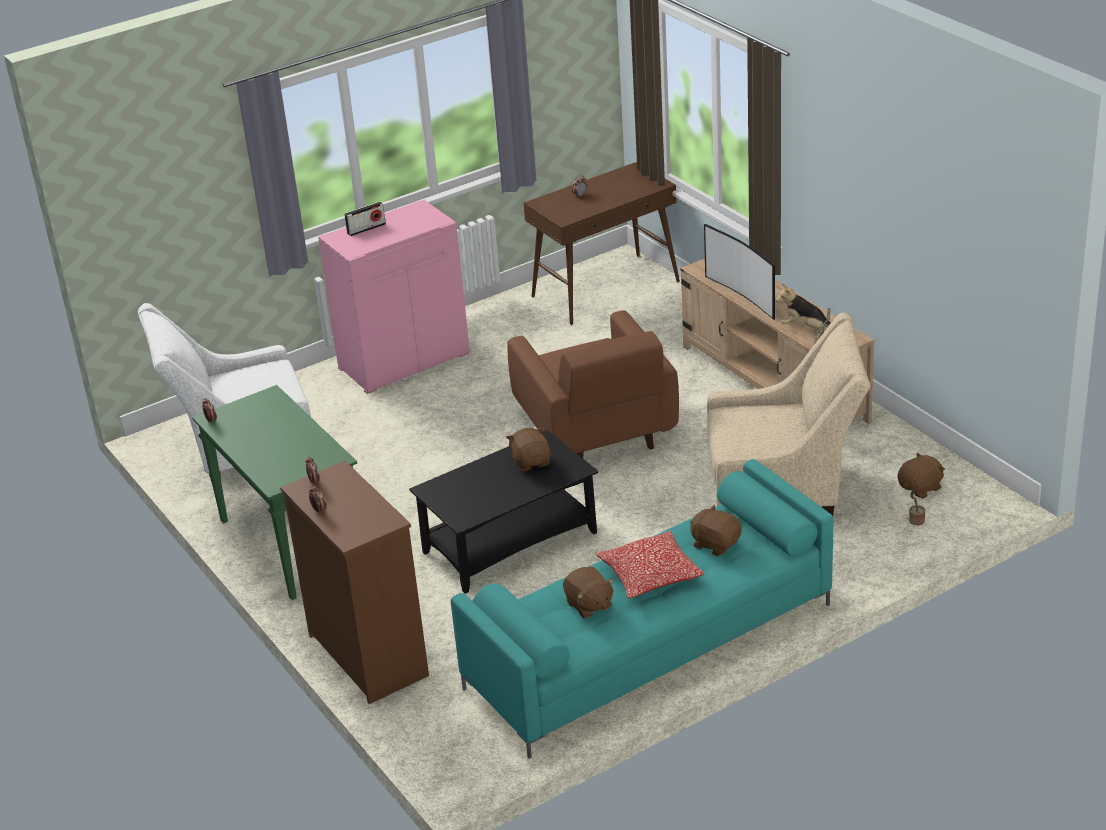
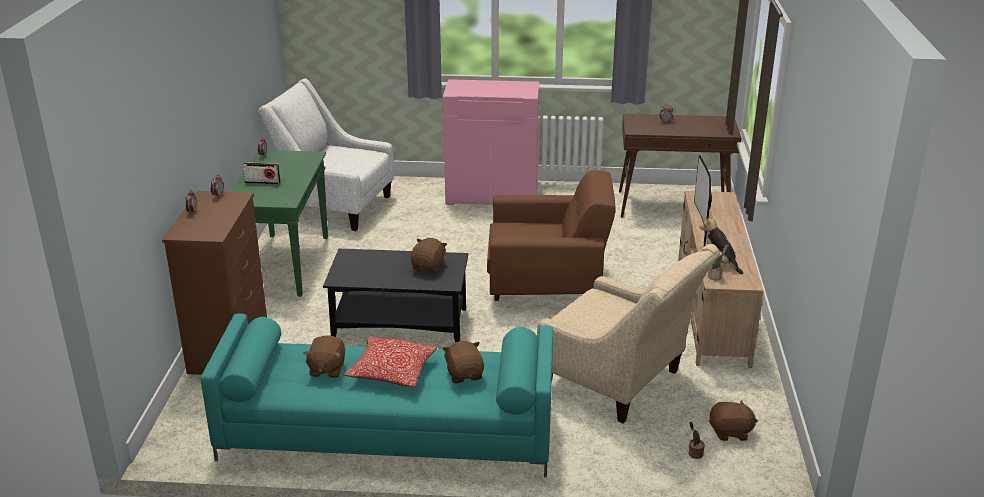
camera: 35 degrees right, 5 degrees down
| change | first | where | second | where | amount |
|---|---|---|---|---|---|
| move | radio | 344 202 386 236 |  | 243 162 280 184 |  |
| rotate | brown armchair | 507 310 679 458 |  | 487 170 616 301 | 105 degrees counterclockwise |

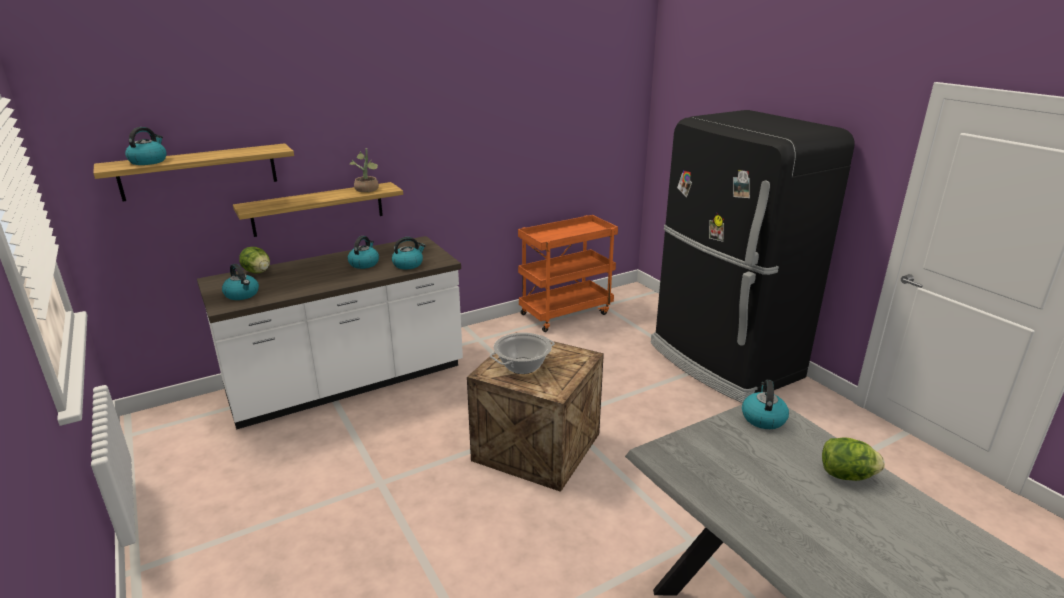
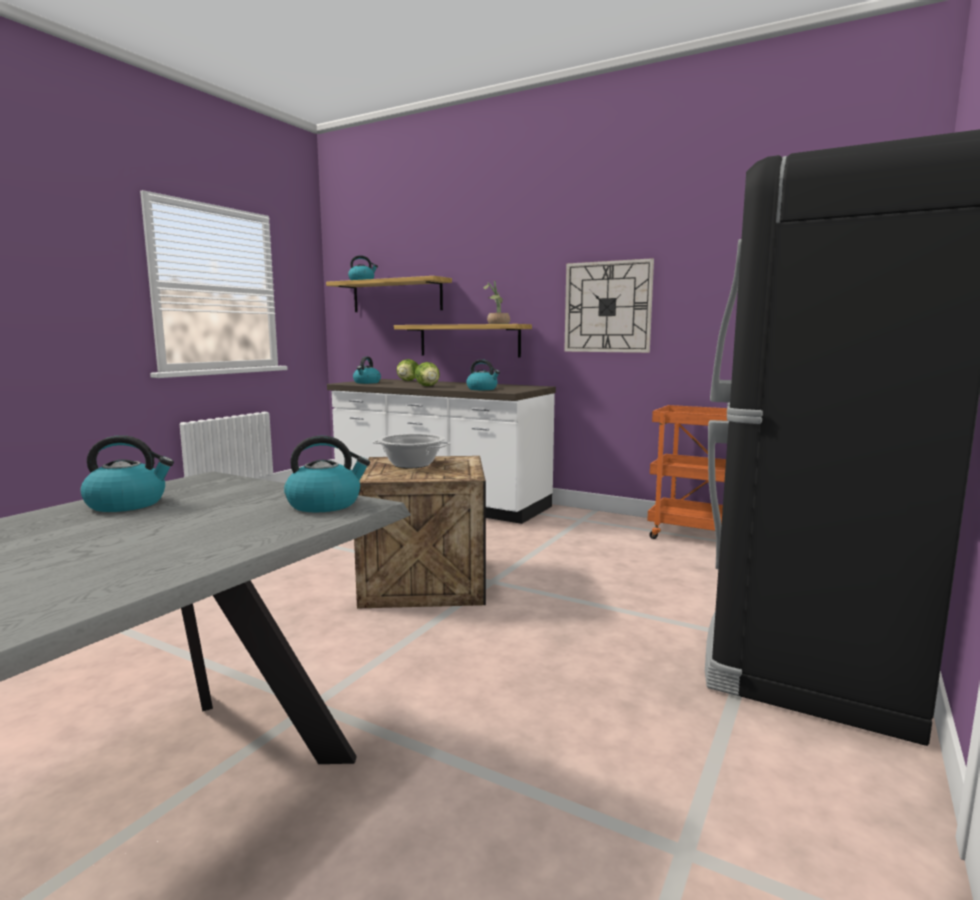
camera: 60 degrees right, 15 degrees down
| change | first | where | second | where | amount |
|---|---|---|---|---|---|
| move | kettle | 347 236 379 269 |  | 80 435 174 512 |  |
| move | lettuce | 822 438 885 481 |  | 415 362 440 386 |  |
| insert |  |  | wall clock | 564 258 654 353 |  |

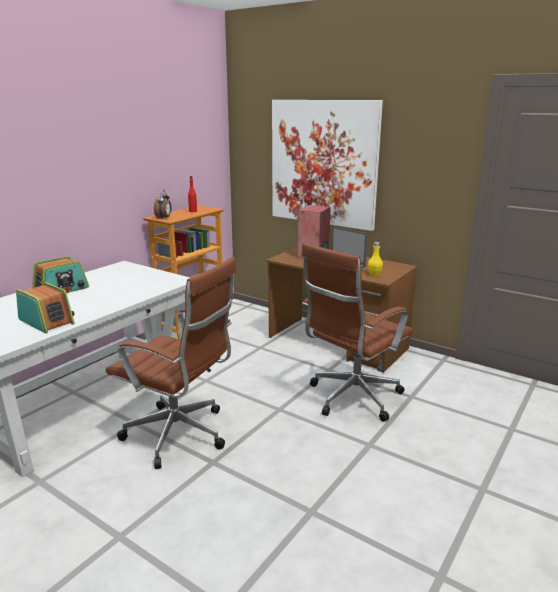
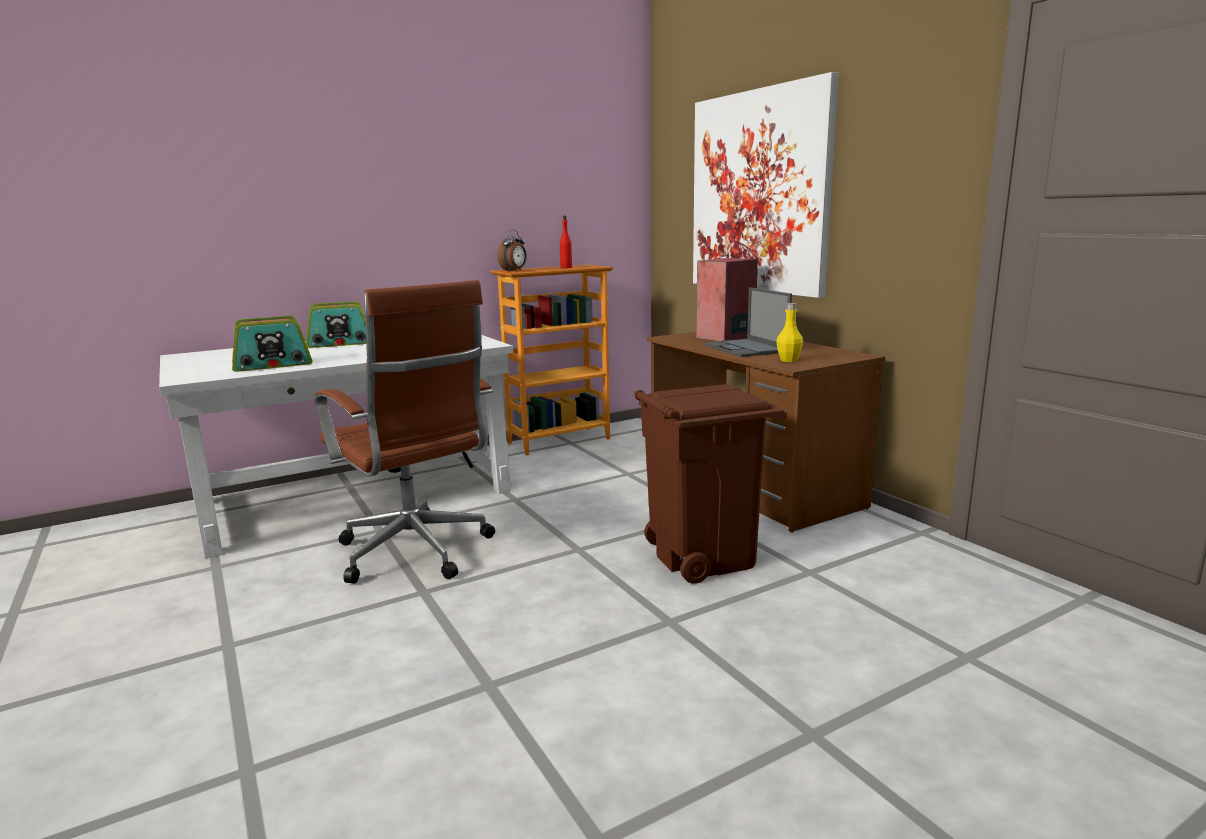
camera: 25 degrees right, 5 degrees down
| change | first | where | second | where | amount |
|---|---|---|---|---|---|
| rotate | radio | 16 282 75 334 |  | 232 316 312 372 | 90 degrees clockwise |
| replace | brown office chair | 301 242 413 422 | brown trash can | 634 384 787 584 |  |

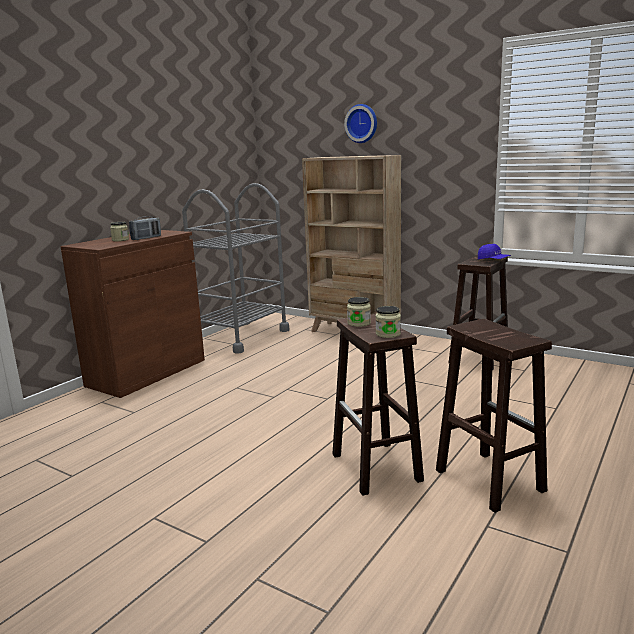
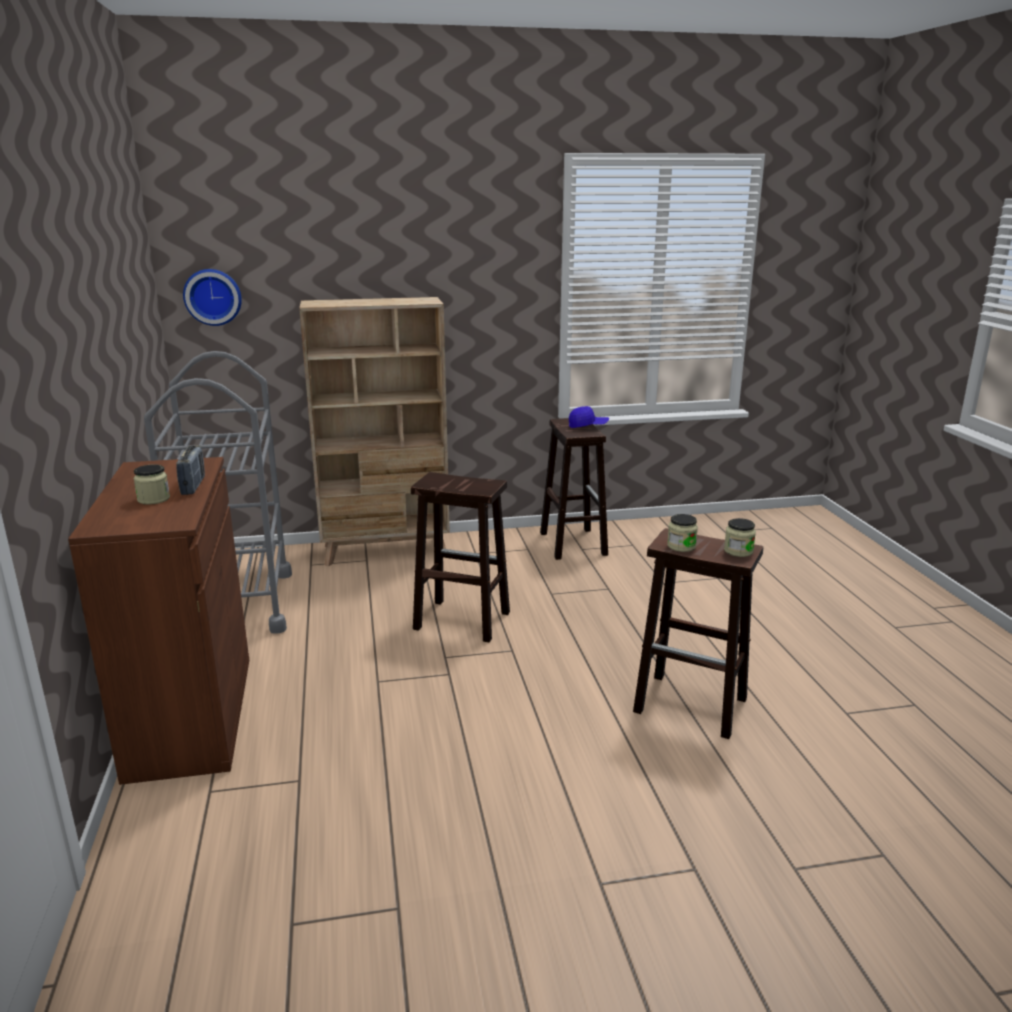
camera: 45 degrees left, 5 degrees up
| change | first | where | second | where | amount |
|---|---|---|---|---|---|
| move | wall clock | 344 104 377 143 |  | 183 269 242 326 |  |
| move | brown stool | 436 319 552 513 |  | 411 472 510 643 |  |

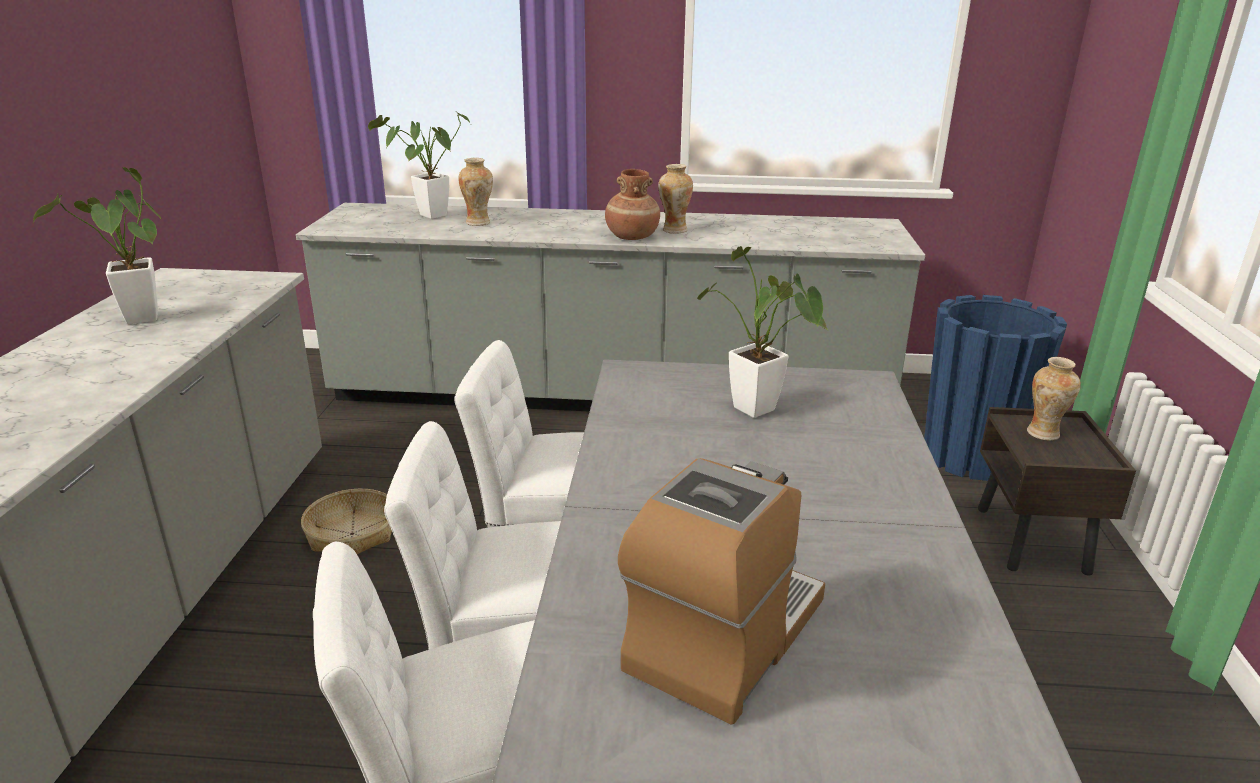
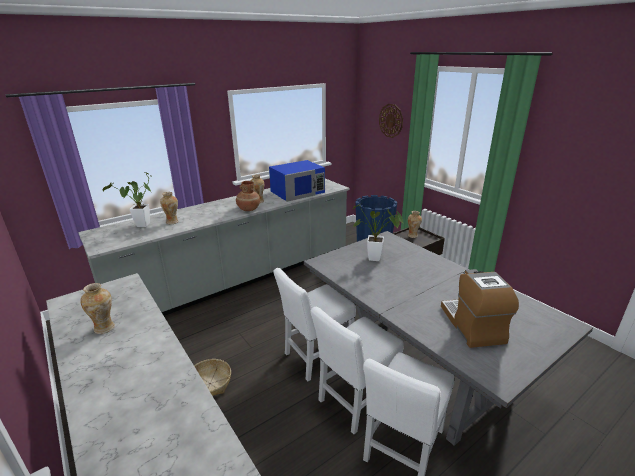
camera: 40 degrees left, 0 degrees up
| change | first | where | second | where | amount |
|---|---|---|---|---|---|
| replace | potted plant | 33 167 163 324 | vase | 80 283 115 334 |  |
| insert |  |  | blue microwave | 269 160 325 202 |  |
| insert |  |  | wall clock | 379 104 403 138 |  |

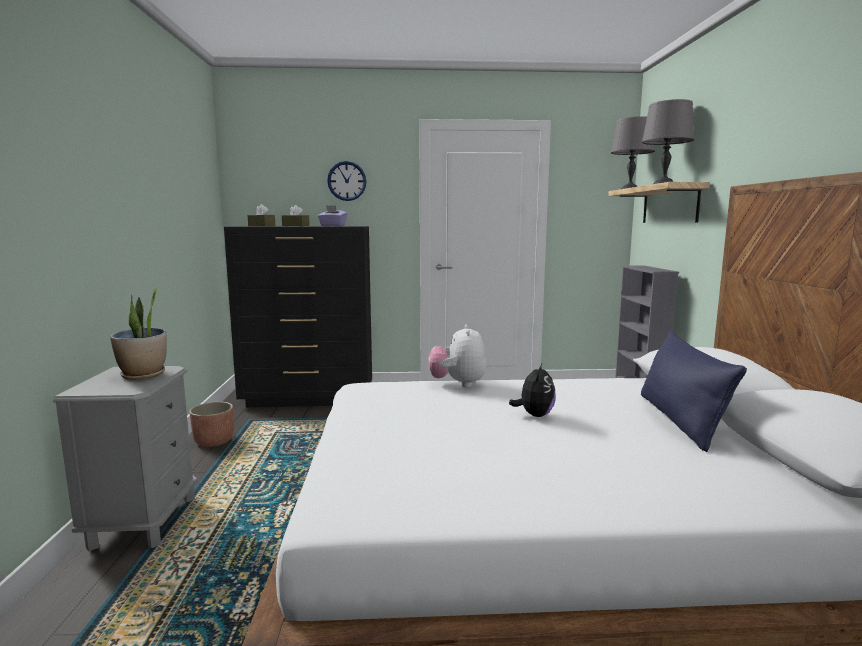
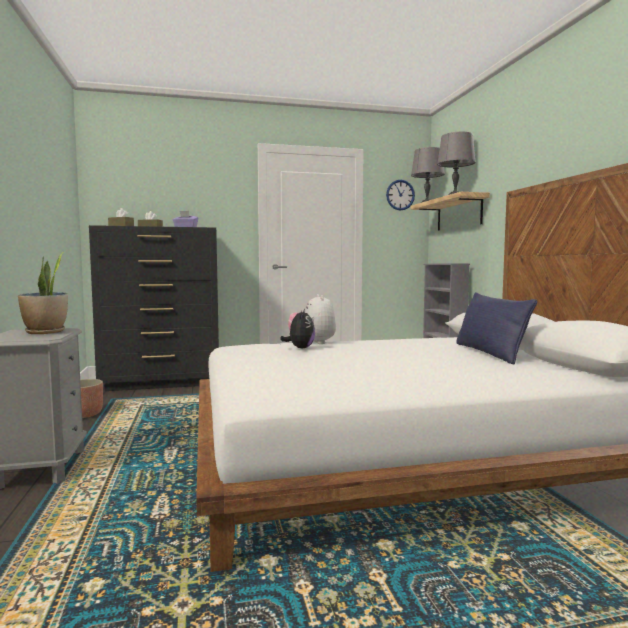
camera: 10 degrees left, 5 degrees down
| change | first | where | second | where | amount |
|---|---|---|---|---|---|
| move | wall clock | 327 161 366 201 |  | 386 180 415 211 |  |
| move | plush toy | 509 363 556 417 |  | 280 309 315 348 |  |

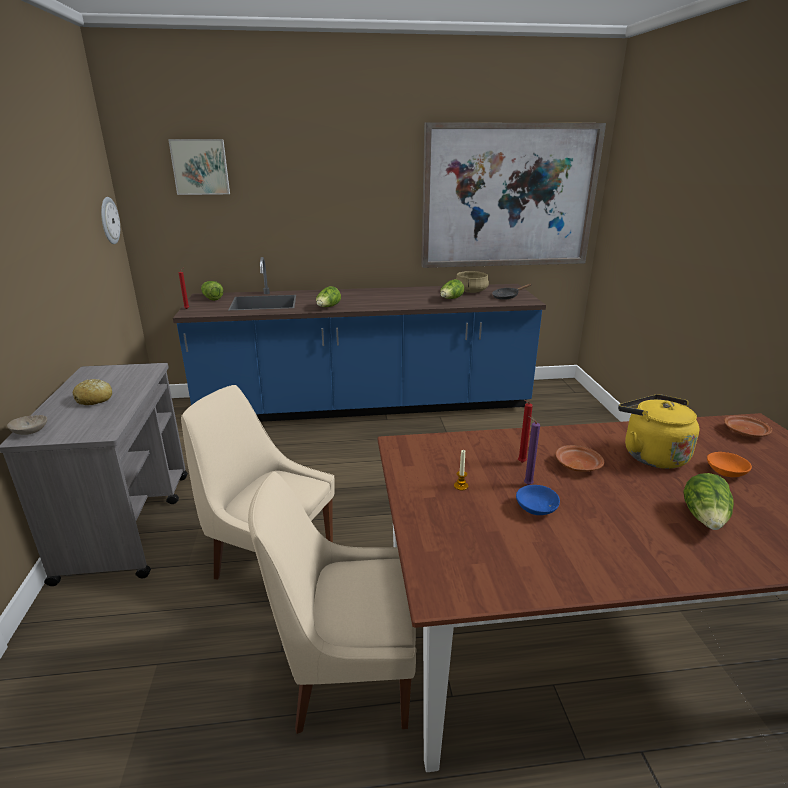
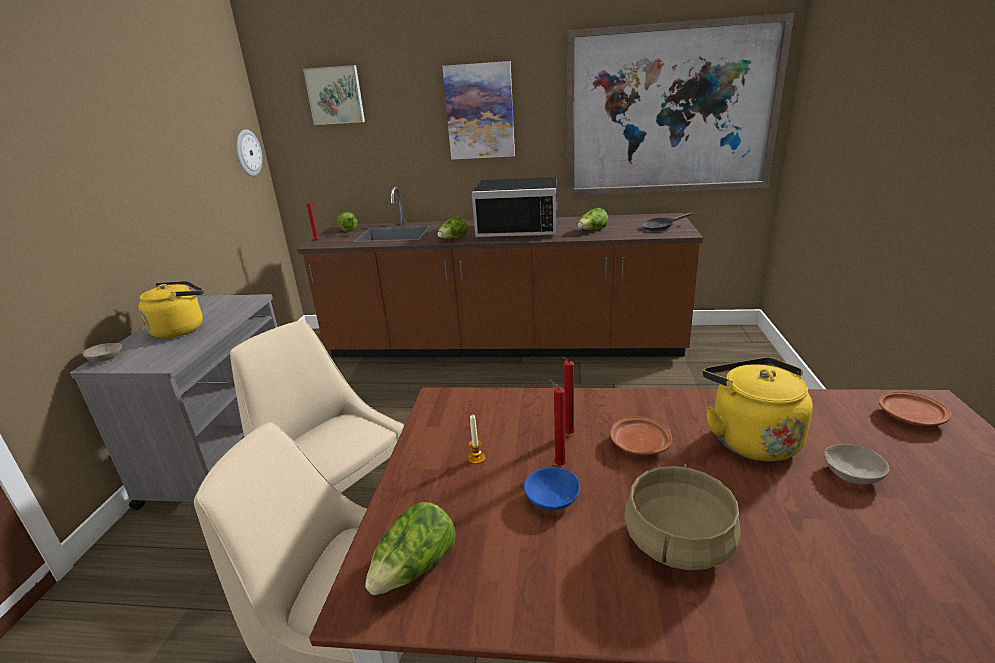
camera: 15 degrees right, 0 degrees up
| change | first | where | second | where | amount |
|---|---|---|---|---|---|
| replace | bread | 73 379 112 405 | yellow kettle | 138 281 203 338 |  |
| recolor | blue counter | 173 257 546 422 | brown counter | 297 186 703 357 |  |
| move | beige cooking pot | 456 271 489 293 |  | 624 464 741 570 |  |
| recolor | purple candle | 524 416 540 485 | red candle | 548 379 566 465 |  |
| move | lettuce | 683 473 734 530 |  | 365 502 455 595 |  |
| recolor | orange bowl | 707 452 752 477 | beige bowl | 824 444 889 484 |  |
| insert |  |  | picture | 442 61 515 160 |  |
| insert |  |  | black microwave | 472 177 557 237 |  |

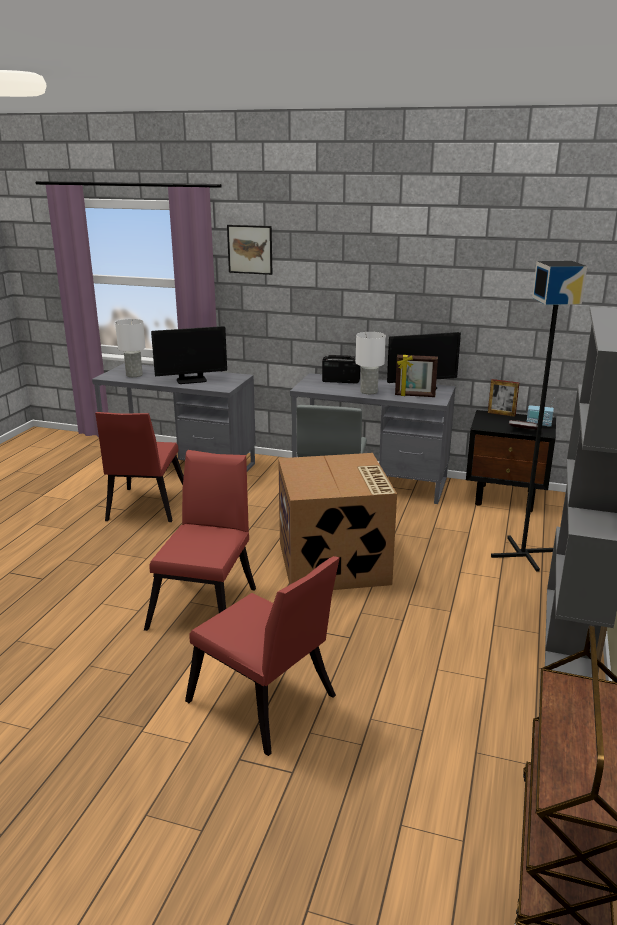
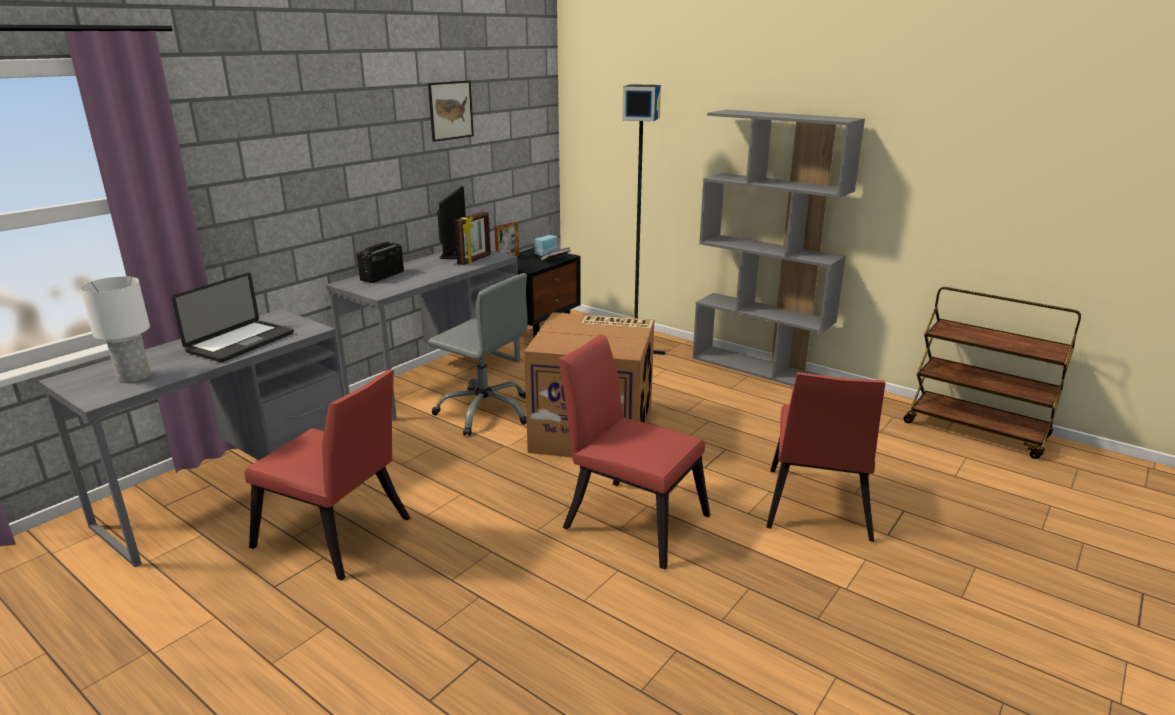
camera: 70 degrees left, 0 degrees up
| change | first | where | second | where | amount |
|---|---|---|---|---|---|
| replace | monitor | 151 326 227 384 | laptop | 172 273 294 362 |  |
| rotate | red chair | 185 556 340 756 |  | 766 372 886 542 | 135 degrees clockwise |
| move | picture | 227 225 272 275 |  | 428 81 474 142 |  |
| delete | white table lamp | 355 332 386 394 |  |  |  |

